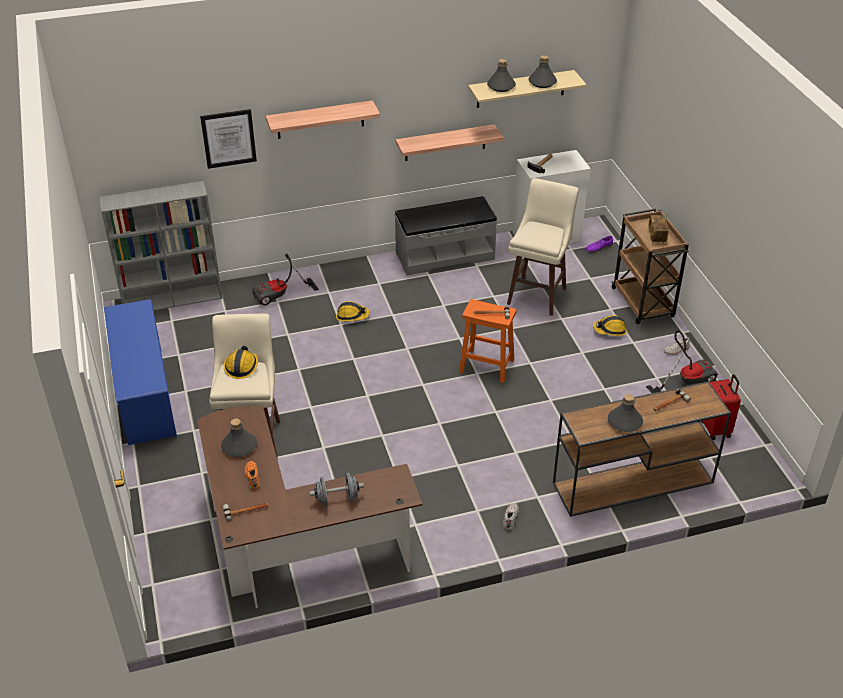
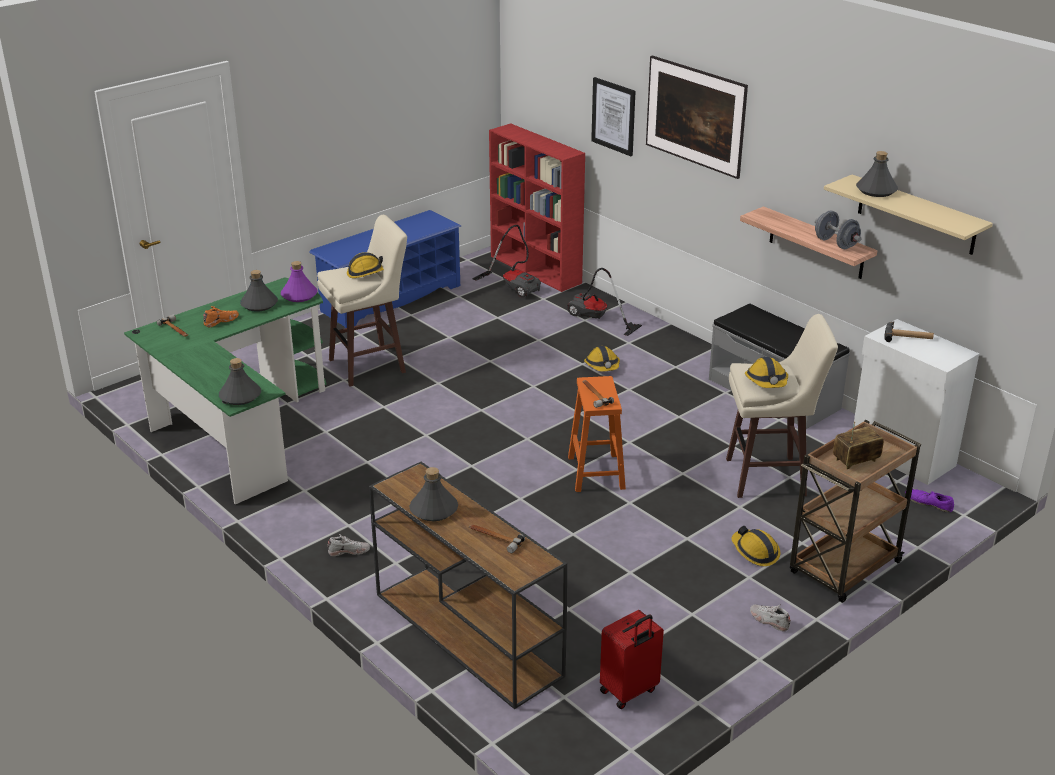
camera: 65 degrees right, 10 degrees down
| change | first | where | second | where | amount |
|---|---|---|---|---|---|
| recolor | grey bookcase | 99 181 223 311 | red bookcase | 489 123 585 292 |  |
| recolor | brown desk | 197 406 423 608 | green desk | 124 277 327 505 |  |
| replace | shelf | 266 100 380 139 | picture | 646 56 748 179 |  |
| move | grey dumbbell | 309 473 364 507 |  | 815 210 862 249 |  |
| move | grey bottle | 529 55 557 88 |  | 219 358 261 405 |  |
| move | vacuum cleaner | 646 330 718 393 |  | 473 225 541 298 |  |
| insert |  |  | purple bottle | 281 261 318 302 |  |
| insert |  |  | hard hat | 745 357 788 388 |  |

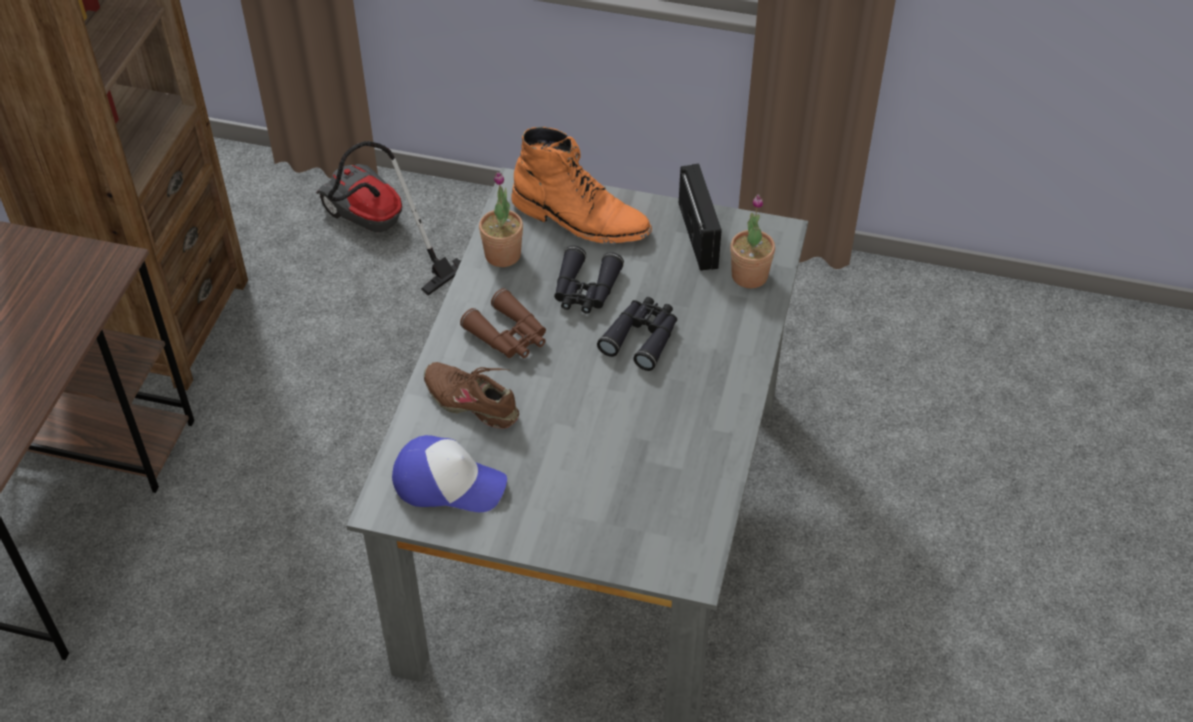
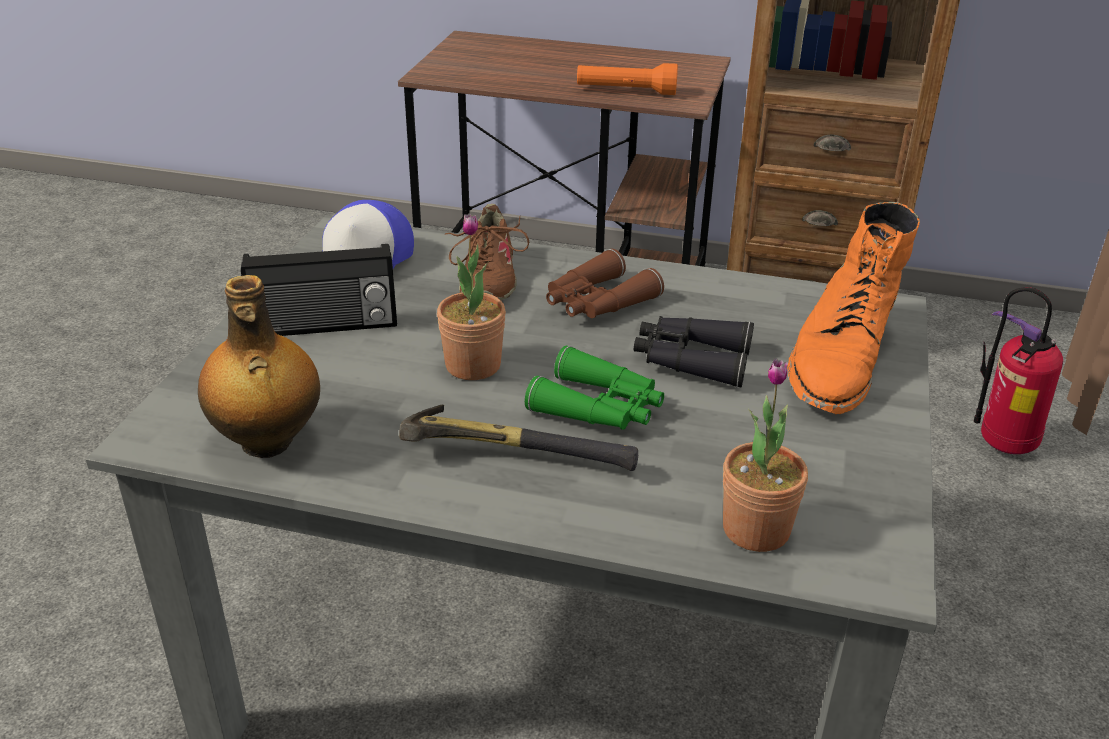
camera: 90 degrees right, 15 degrees down
| change | first | where | second | where | amount |
|---|---|---|---|---|---|
| replace | vacuum cleaner | 316 141 461 296 | fire extinguisher | 974 287 1063 454 |  |
| rotate | brown shoe | 424 362 519 429 |  | 444 204 529 300 | 150 degrees clockwise |
| move | potted plant | 479 172 523 267 |  | 437 213 506 380 |  |
| recolor | black binoculars | 597 297 677 371 | green binoculars | 525 346 664 430 |  |
| move | radio | 679 164 721 271 |  | 241 244 397 336 |  |
| insert |  |  | bottle | 198 275 320 458 |  |
| insert |  |  | hammer | 399 405 638 471 |  |
| insert |  |  | orange flashlight | 577 63 678 95 |  |

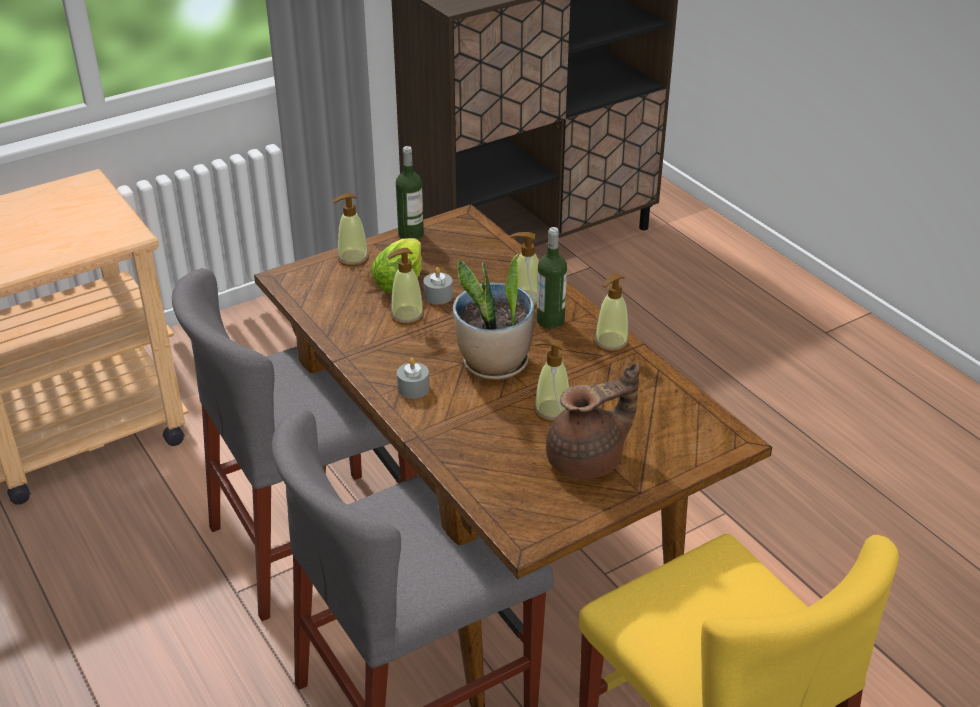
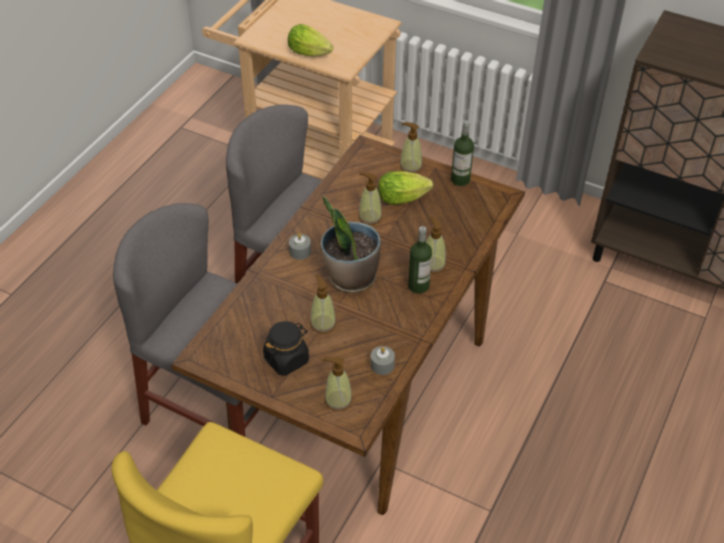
camera: 60 degrees right, 10 degrees up
| change | first | where | second | where | amount |
|---|---|---|---|---|---|
| move | grey candle | 423 267 453 305 |  | 371 346 395 375 |  |
| replace | brown teapot | 546 362 639 479 | black jar | 263 321 309 376 |  |
| move | soap dispenser | 594 273 629 352 |  | 323 357 352 411 |  |
| insert |  |  | lettuce | 288 24 333 57 |  |

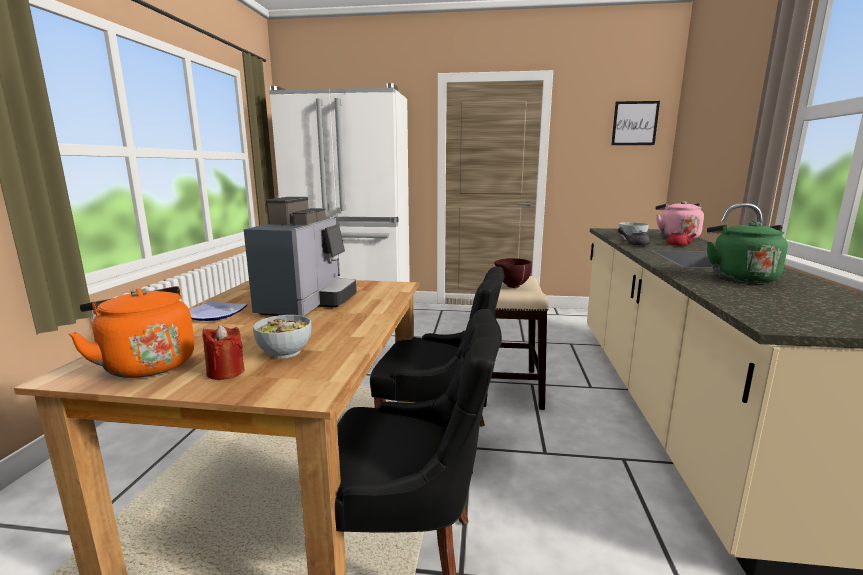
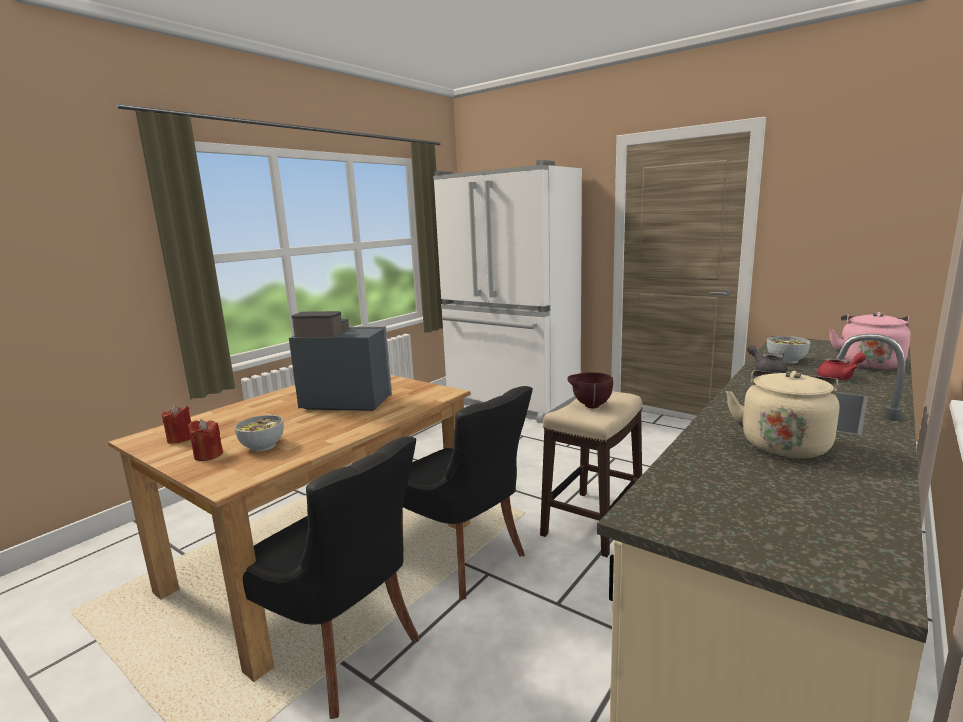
camera: 30 degrees right, 0 degrees up
| change | first | where | second | where | amount |
|---|---|---|---|---|---|
| replace | orange kettle | 69 286 195 378 | red candle | 162 405 191 444 |  |
| delete | plate | 190 301 247 321 |  |  |  |
| rotate | coffee machine | 244 197 357 316 |  | 289 311 392 411 | 120 degrees counterclockwise |
| delete | picture | 611 101 660 145 |  |  |  |
| recolor | green kettle | 707 221 788 283 | beige kettle | 726 370 839 459 |  |

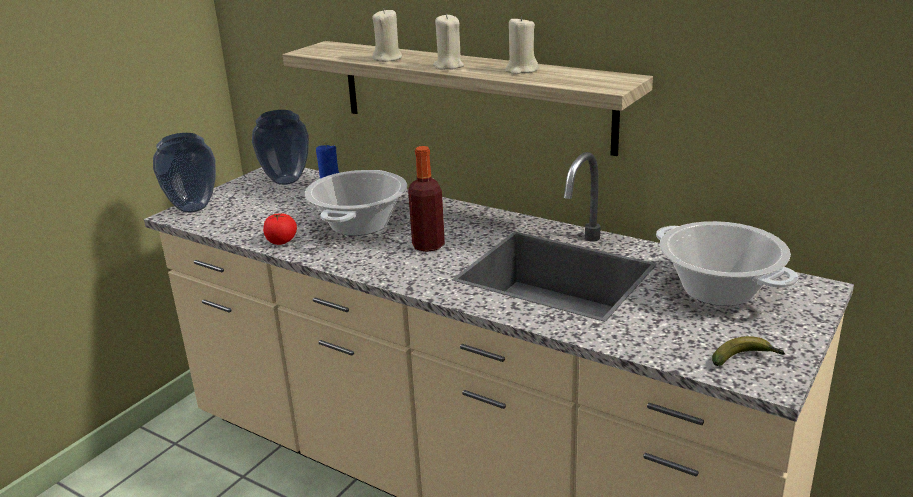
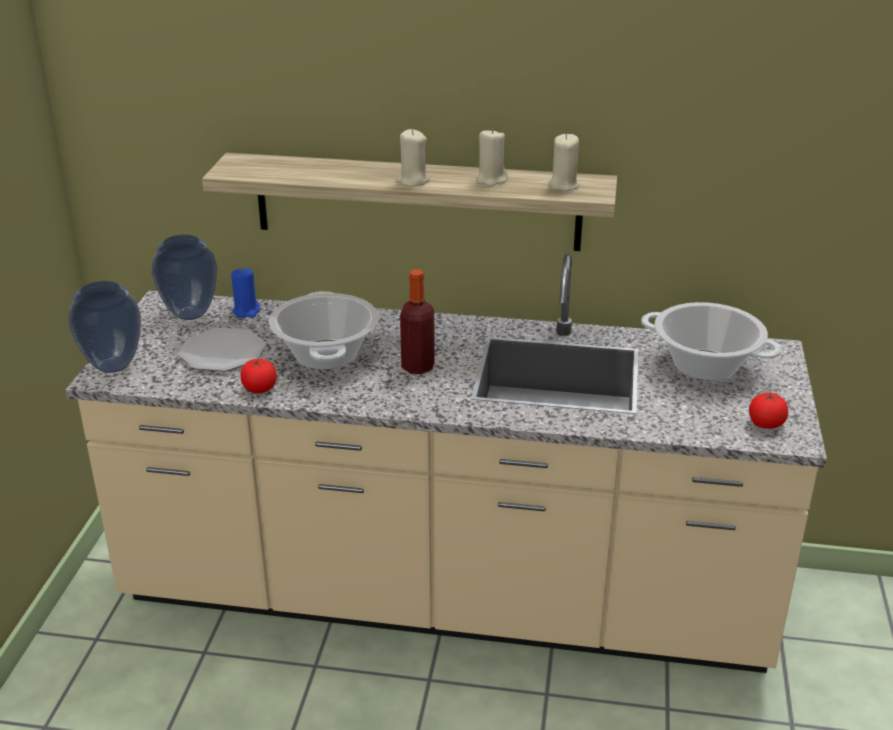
camera: 25 degrees left, 5 degrees up
| change | first | where | second | where | amount |
|---|---|---|---|---|---|
| move | beige candle | 372 8 402 62 |  | 548 134 579 191 |  |
| replace | banana | 712 336 785 366 | tomato | 749 392 788 429 |  |
| insert |  |  | plate | 178 328 266 372 |  |

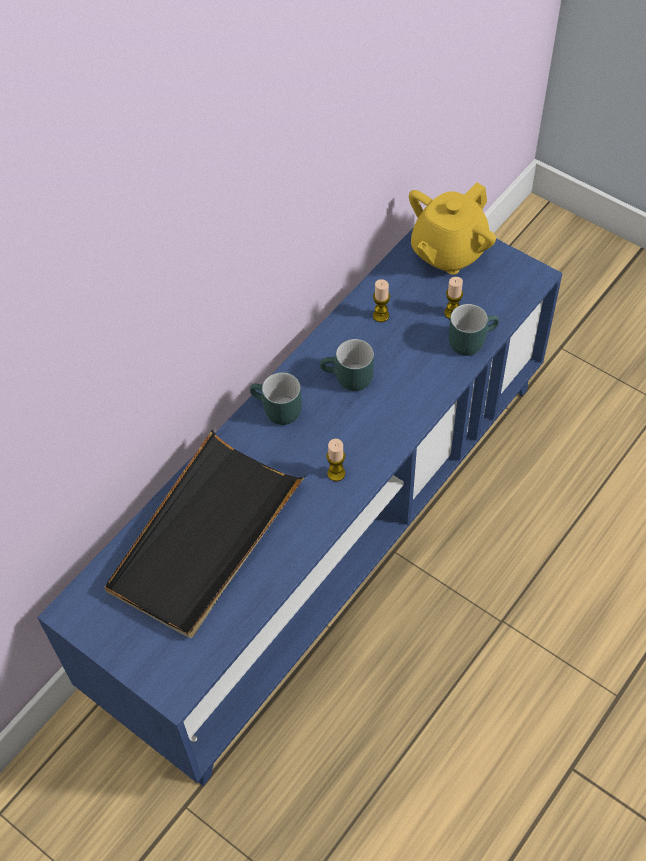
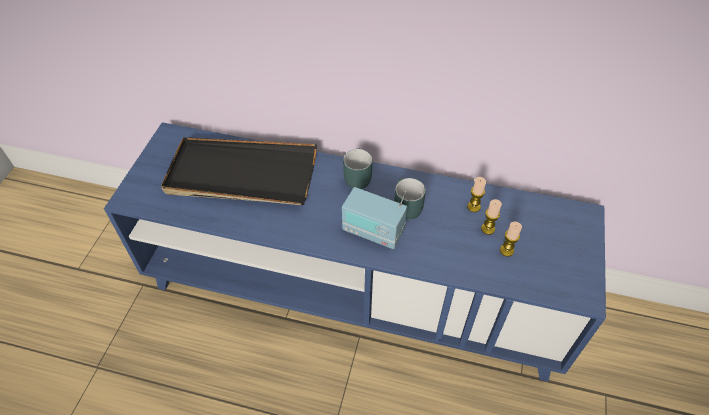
camera: 65 degrees right, 5 degrees down
| change | first | where | second | where | amount |
|---|---|---|---|---|---|
| move | candle | 327 439 345 481 |  | 481 199 502 235 |  |
| delete | yellow teapot | 409 183 496 275 |  |  |  |
| delete | turquoise mug | 449 304 499 356 |  |  |  |
| insert |  |  | radio | 342 187 407 249 |  |

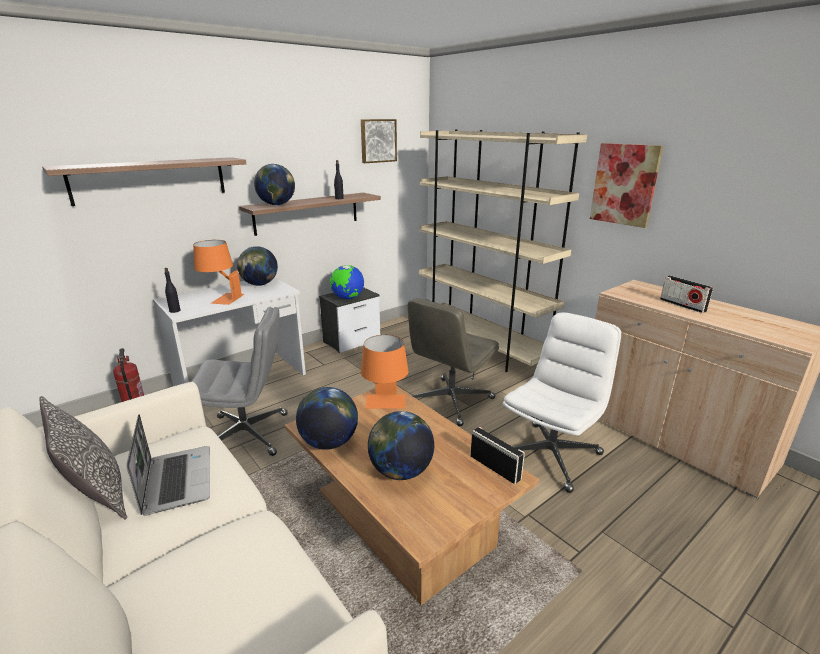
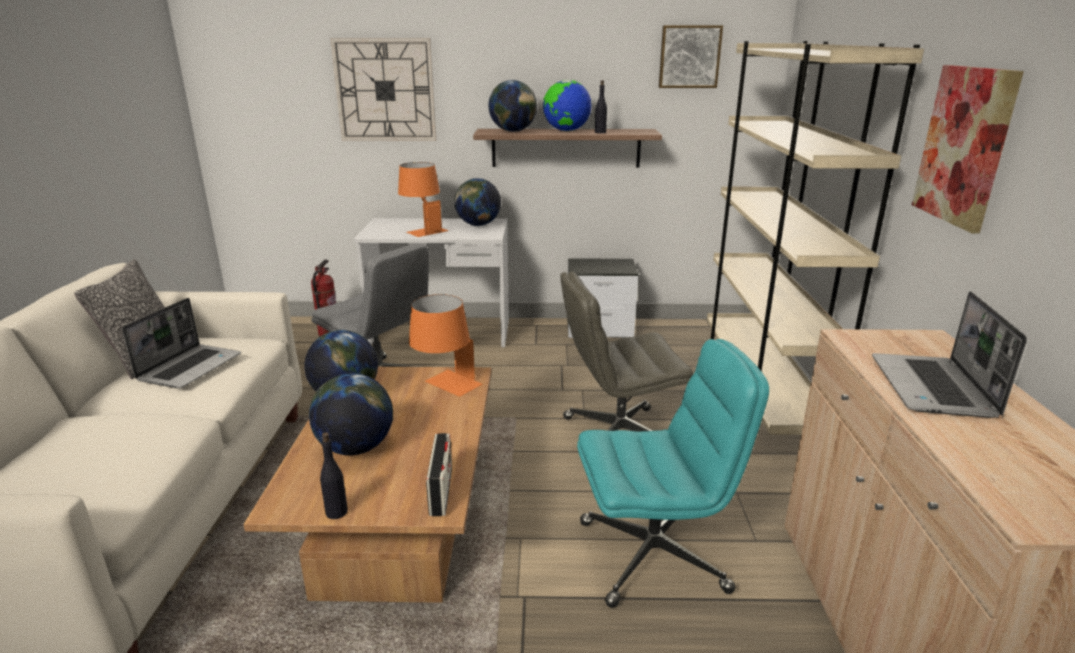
camera: 40 degrees right, 0 degrees up
| change | first | where | second | where | amount |
|---|---|---|---|---|---|
| replace | shelf | 42 157 246 206 | wall clock | 331 38 436 141 |  |
| move | black bottle | 164 268 180 313 |  | 320 432 348 519 |  |
| move | globe | 330 265 364 299 |  | 543 80 592 131 |  |
| recolor | white office chair | 503 313 621 493 | turquoise office chair | 577 339 769 608 |  |
| replace | radio | 660 275 713 313 | laptop | 872 291 1027 418 |  |

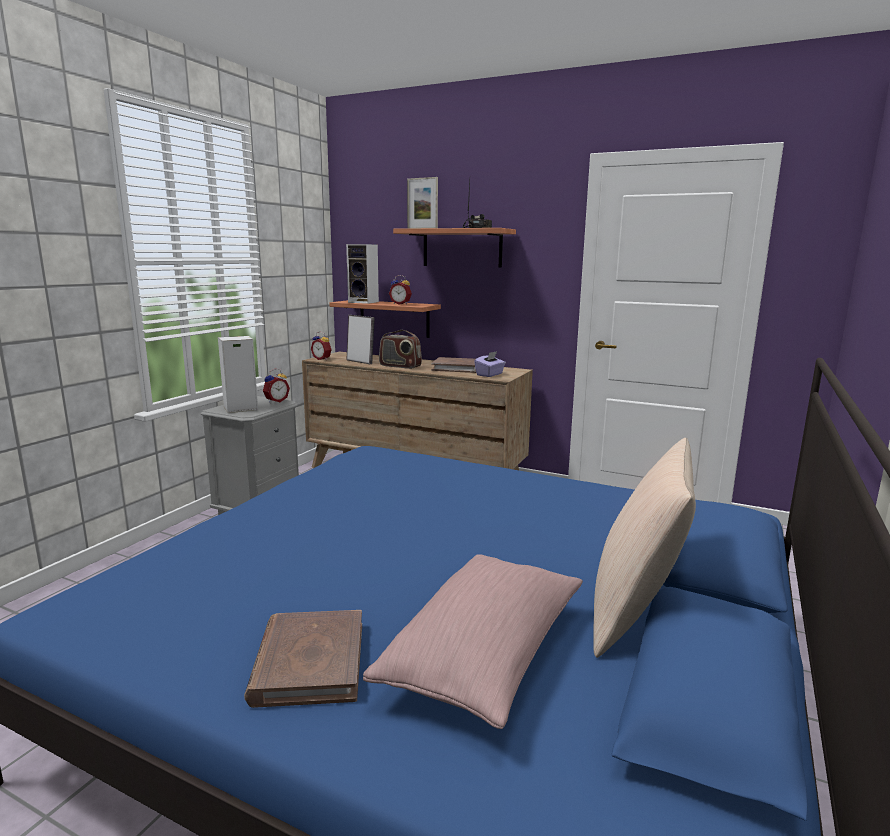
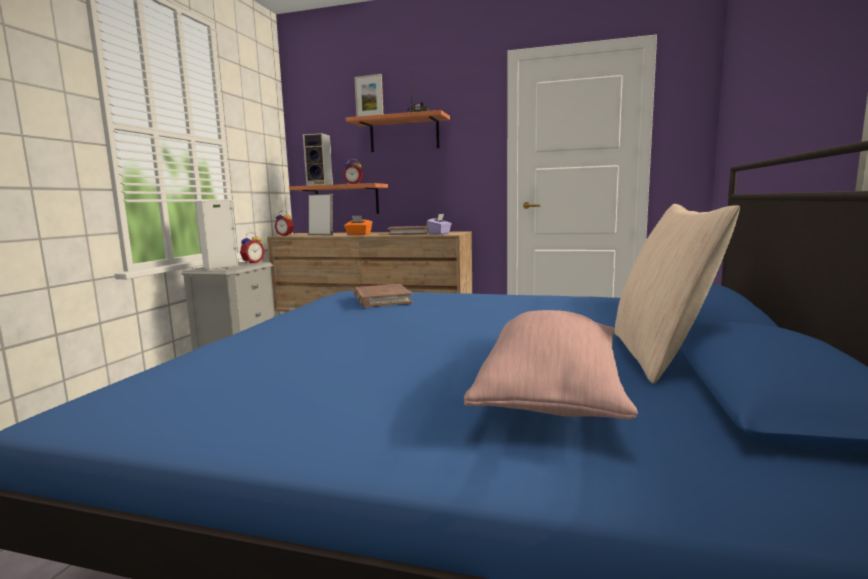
camera: 10 degrees left, 5 degrees down
| change | first | where | second | where | amount |
|---|---|---|---|---|---|
| move | brown book | 244 610 362 708 |  | 354 284 413 307 |  |
| replace | radio | 379 330 422 369 | orange tissue box | 344 216 372 235 |  |

